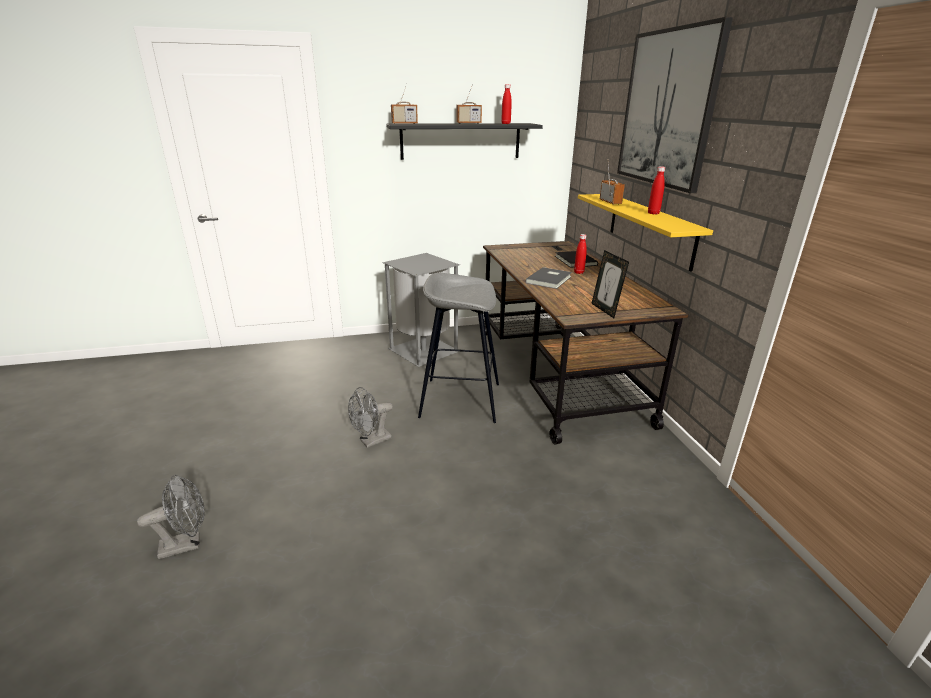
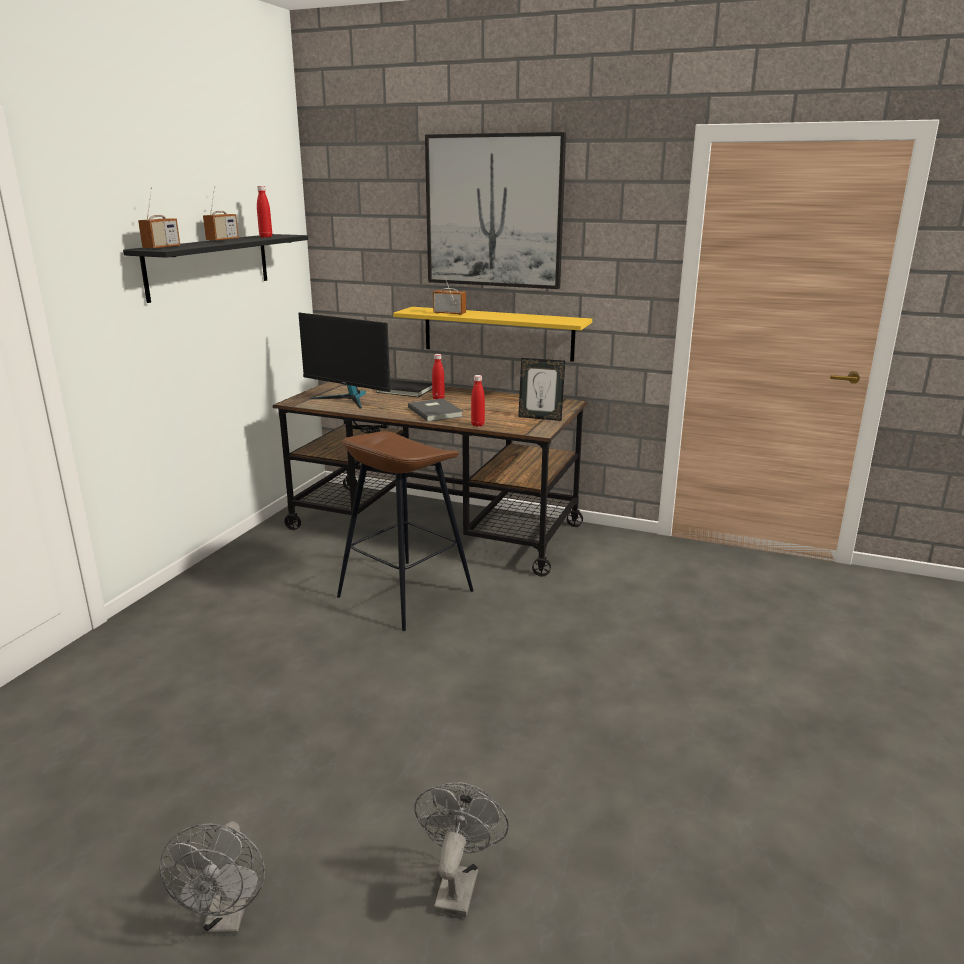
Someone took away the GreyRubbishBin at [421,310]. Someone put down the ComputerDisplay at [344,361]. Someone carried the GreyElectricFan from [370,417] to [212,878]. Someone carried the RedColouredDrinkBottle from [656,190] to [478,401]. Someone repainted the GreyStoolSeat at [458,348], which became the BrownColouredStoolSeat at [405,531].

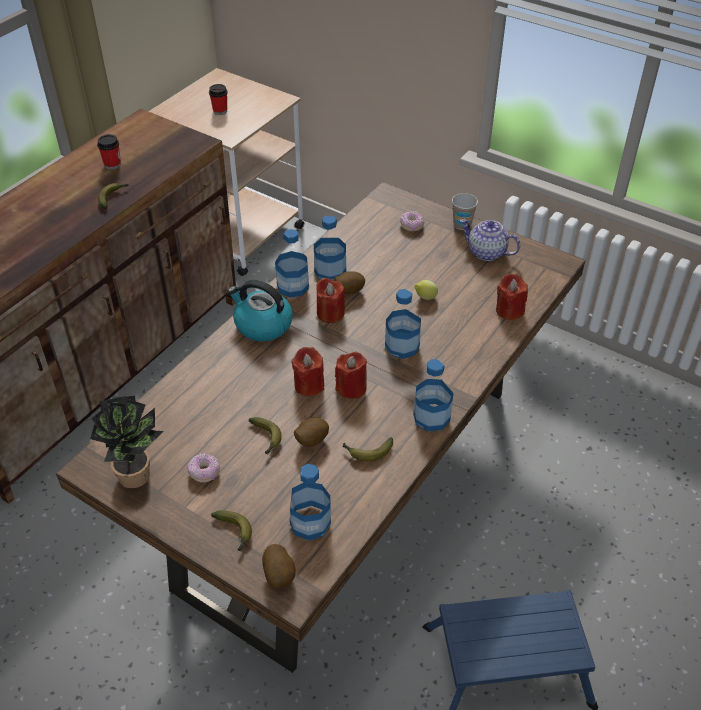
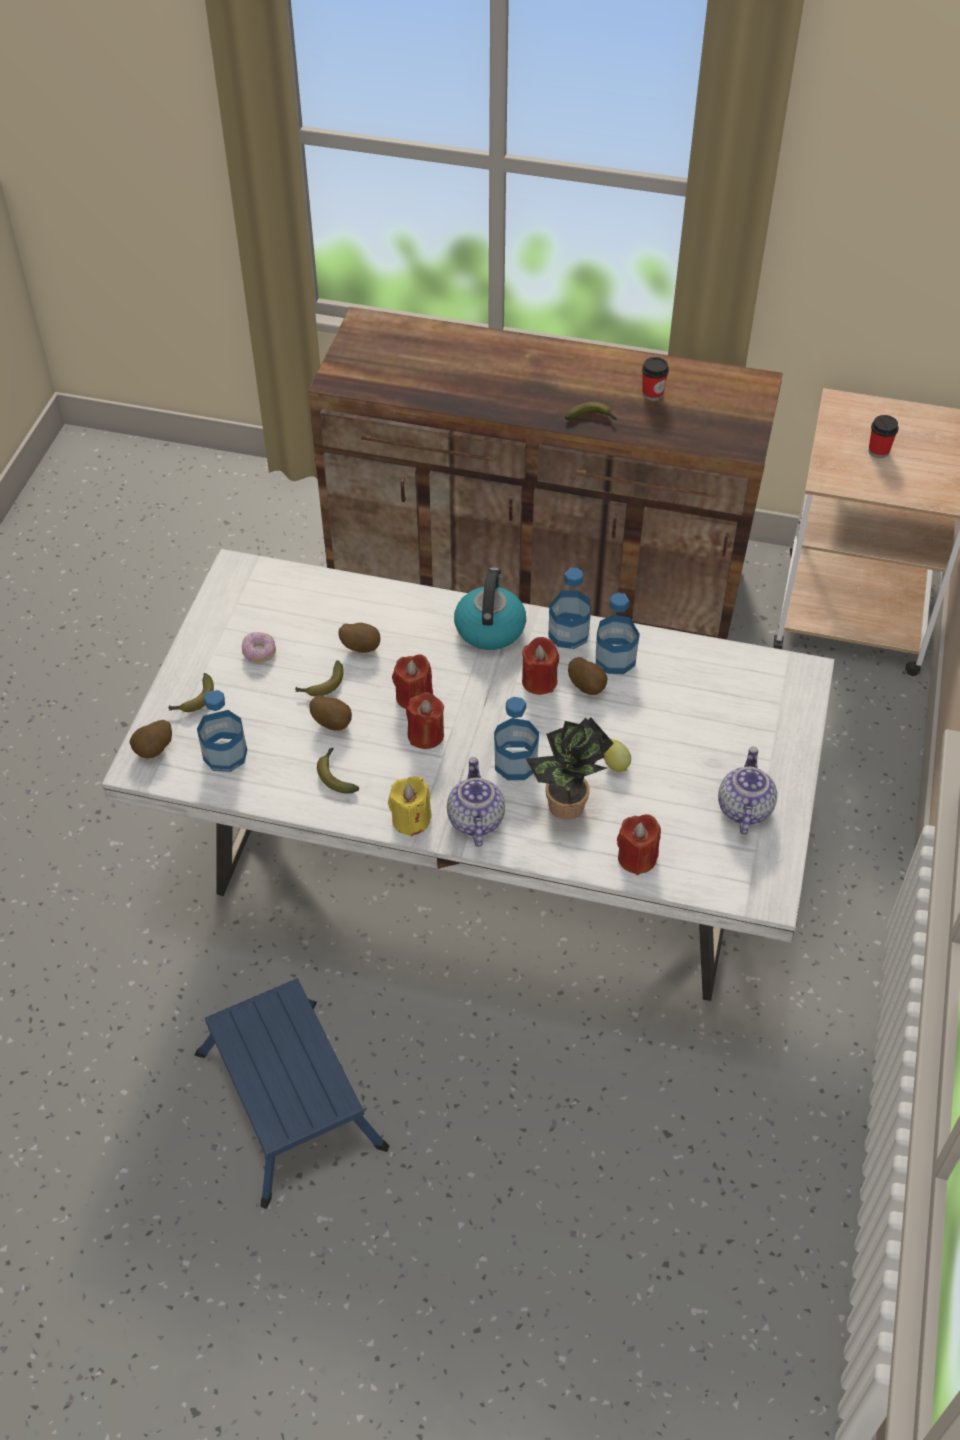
Someone took away the RingDoughnut at [412,221]. Someone took away the SmallCup at [465,211]. Someone put down the WholePotato at [359,638]. Someone put down the PotForTea at [476,802]. Someone carried the PlantInAPot from [127,442] to [570,769]. Someone swapped the DrinkBottle at [433,395] for the YellowishWaxLight at [410,806]. Someone repainted the BrownColouredDiningTable at [321,427], which became the WhitishDiningTable at [468,775].

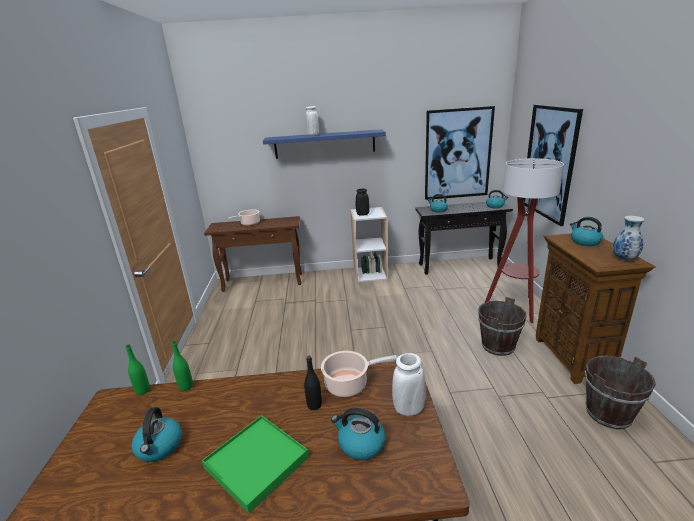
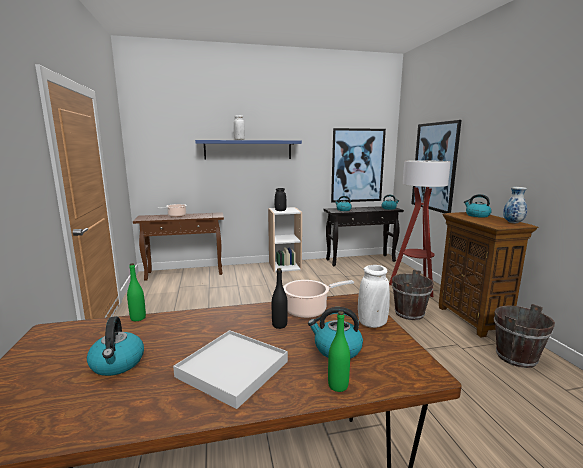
Someone carried the GreenDrinkBottle from [138,369] to [339,351]. Someone repainted the GreenCarryingTray at [255,464], which became the WhitishCarryingTray at [230,369].

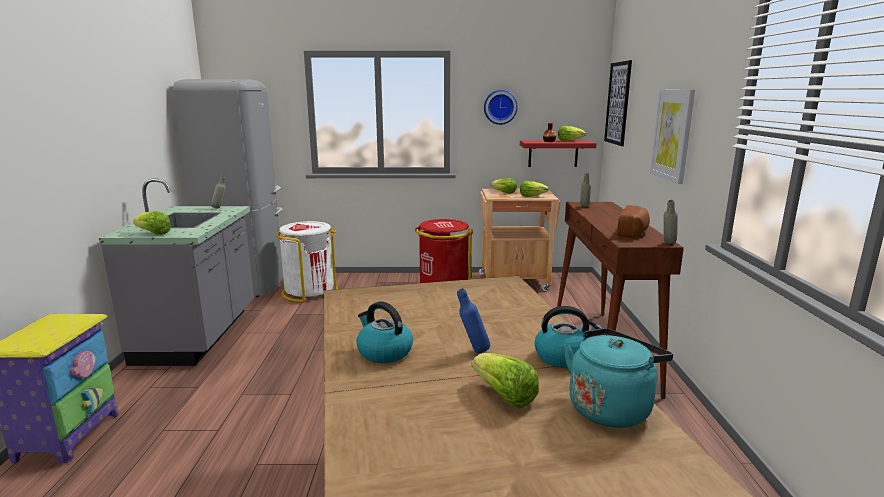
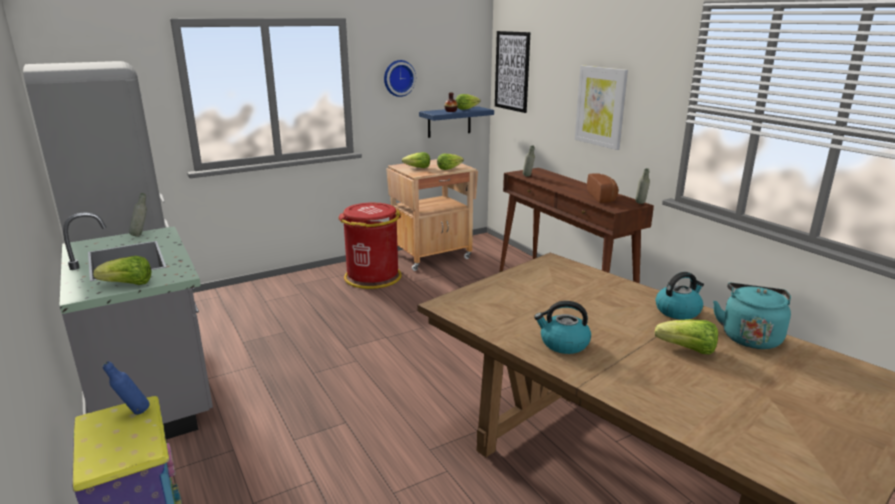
Someone took away the WhitishRubbishBin at [307,261]. Someone carried the BlueDrinkBottle from [473,320] to [126,388]. Someone repainted the RedColouredShelf at [558,153], which became the BlueShelf at [456,122].

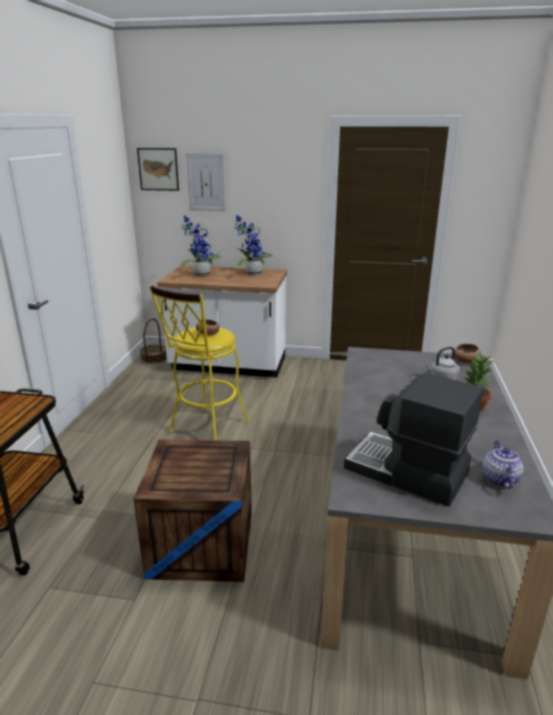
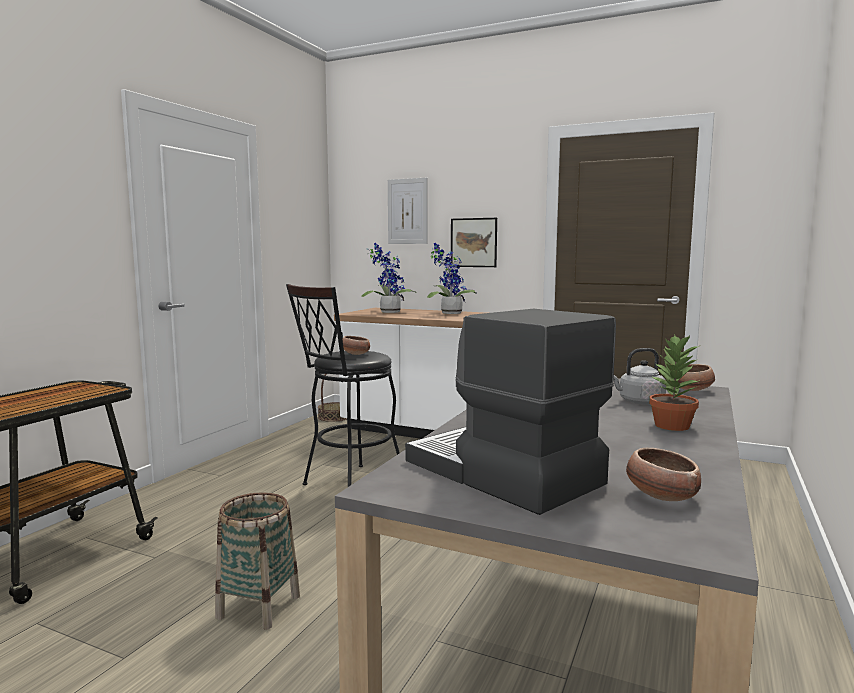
Someone carried the WallPicture from [158,169] to [474,242]. Someone swapped the Crate at [192,510] for the HouseholdBasket at [257,561]. Someone swapped the PotForTea at [503,464] for the Bowl at [663,474]. Someone repainted the YellowishStoolSeat at [199,362], which became the BlackishStoolSeat at [343,385].

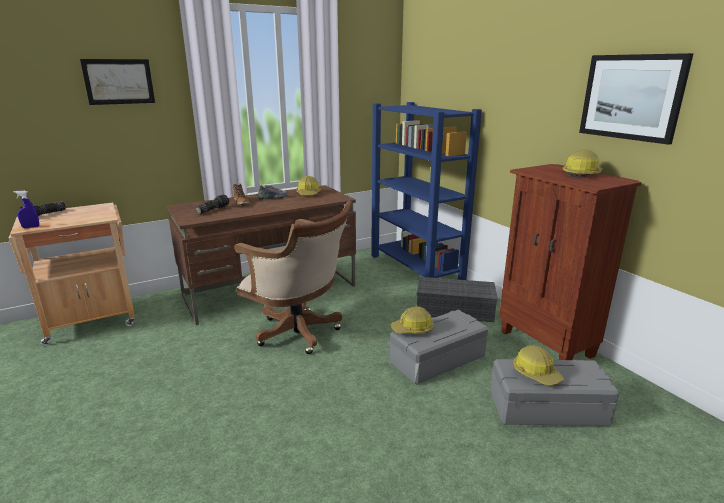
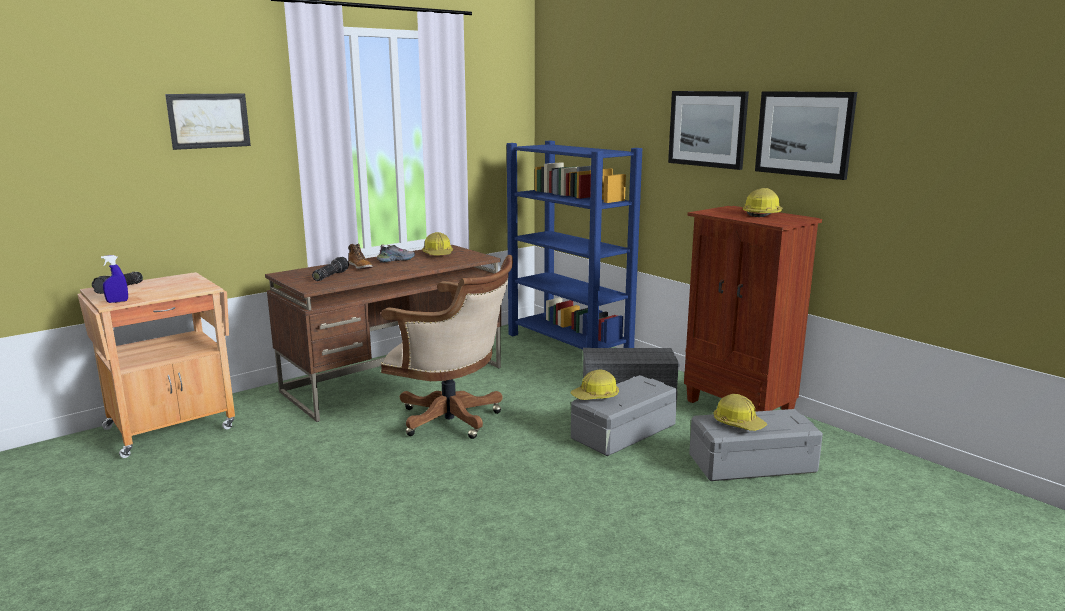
Someone put up the WallPicture at [708,130].

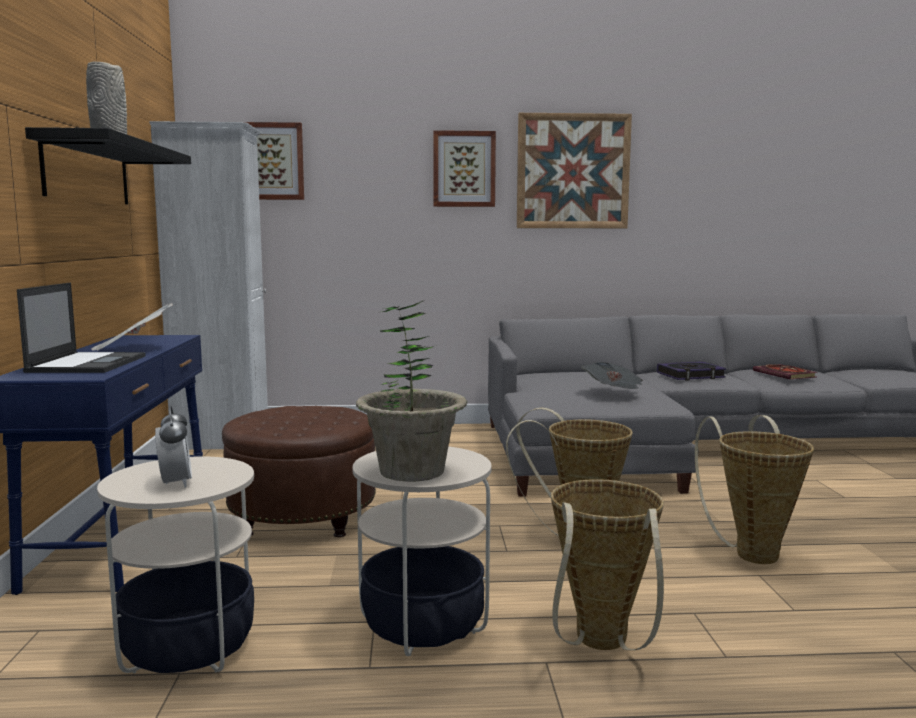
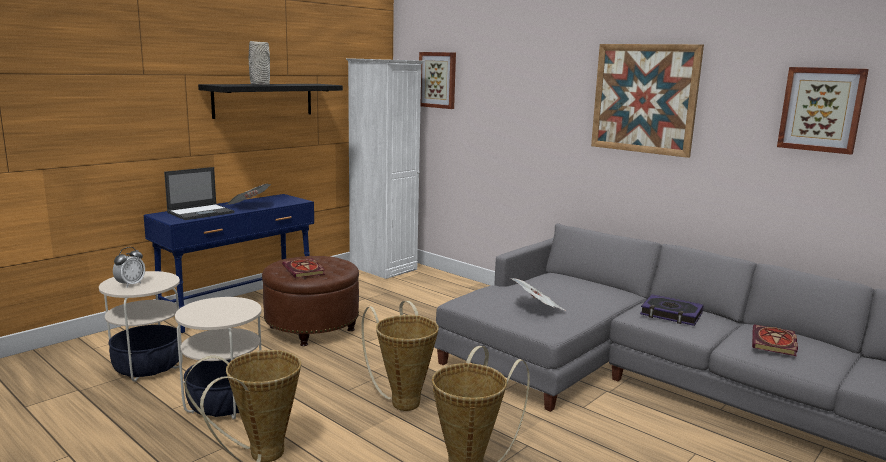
Someone took away the PlantInAPot at [411,391]. Someone put down the BoundBook at [303,268]. Someone carried the WallPicture from [464,168] to [823,111].

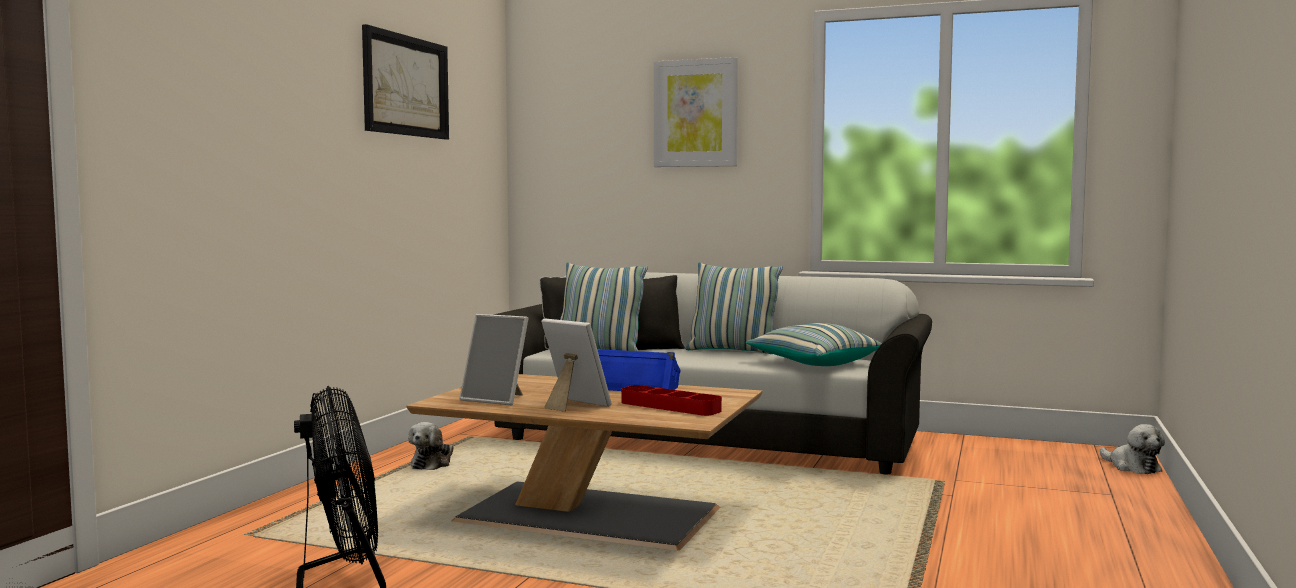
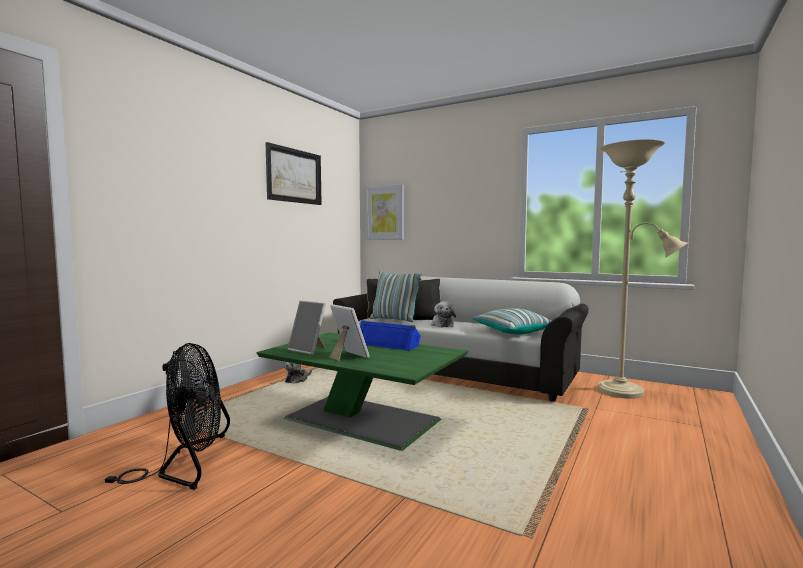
Someone took away the RedColouredCarryingTray at [672,400]. Someone took away the ThrowPillow at [734,308]. Someone put down the BeigeStandardLamp at [642,269]. Someone carried the WallPicture from [696,112] to [384,212]. Someone carried the CuddlyToy from [1132,449] to [443,314]. Someone repainted the BrownColouredLowTable at [584,462], which became the GreenLowTable at [362,391].

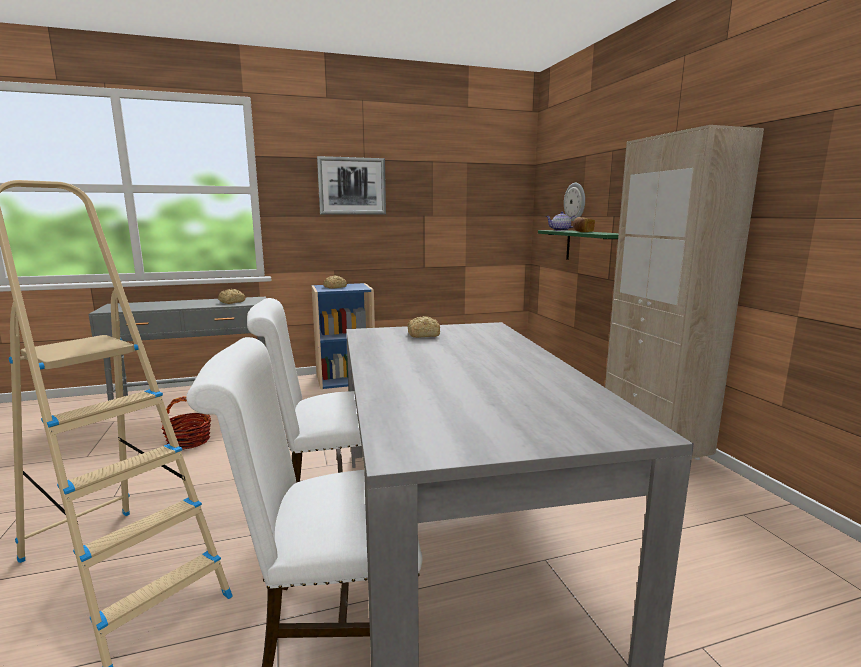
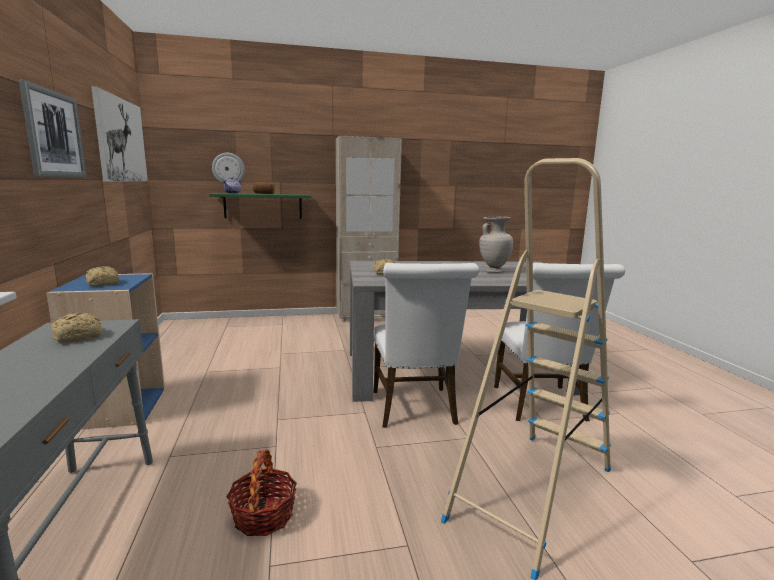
Someone put up the WallPicture at [119,134]. Someone put down the BeigeVase at [496,244].

